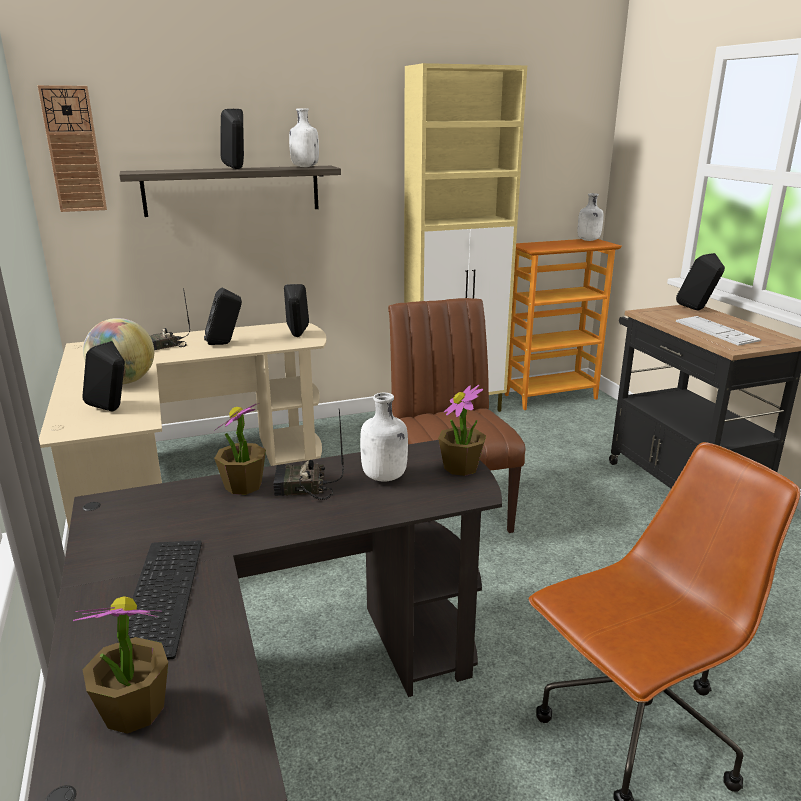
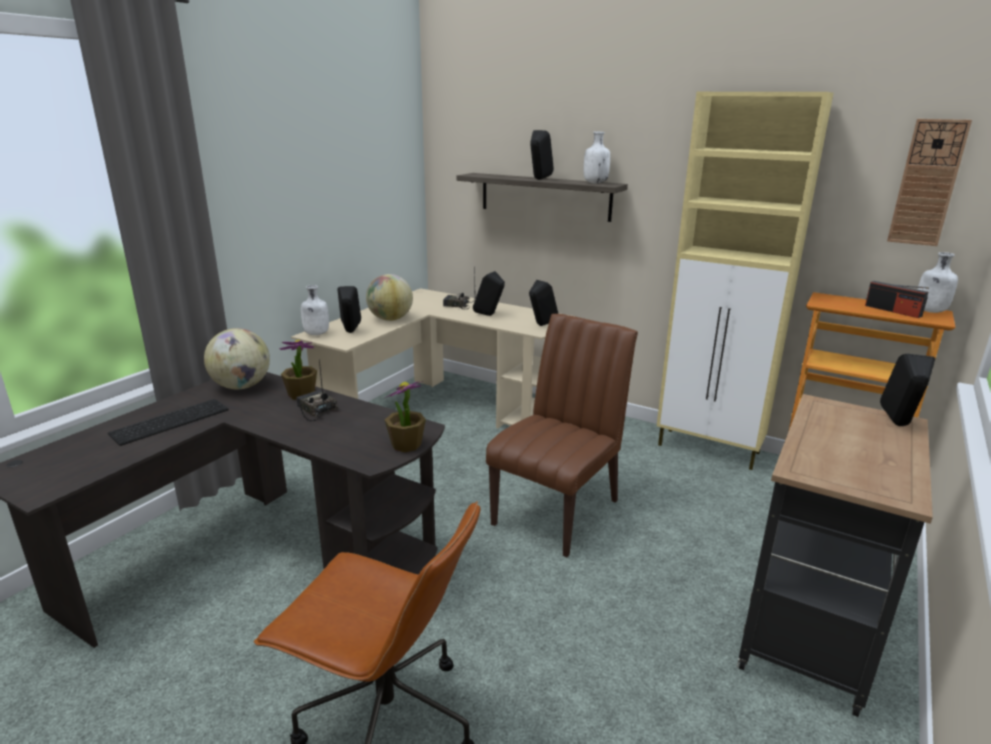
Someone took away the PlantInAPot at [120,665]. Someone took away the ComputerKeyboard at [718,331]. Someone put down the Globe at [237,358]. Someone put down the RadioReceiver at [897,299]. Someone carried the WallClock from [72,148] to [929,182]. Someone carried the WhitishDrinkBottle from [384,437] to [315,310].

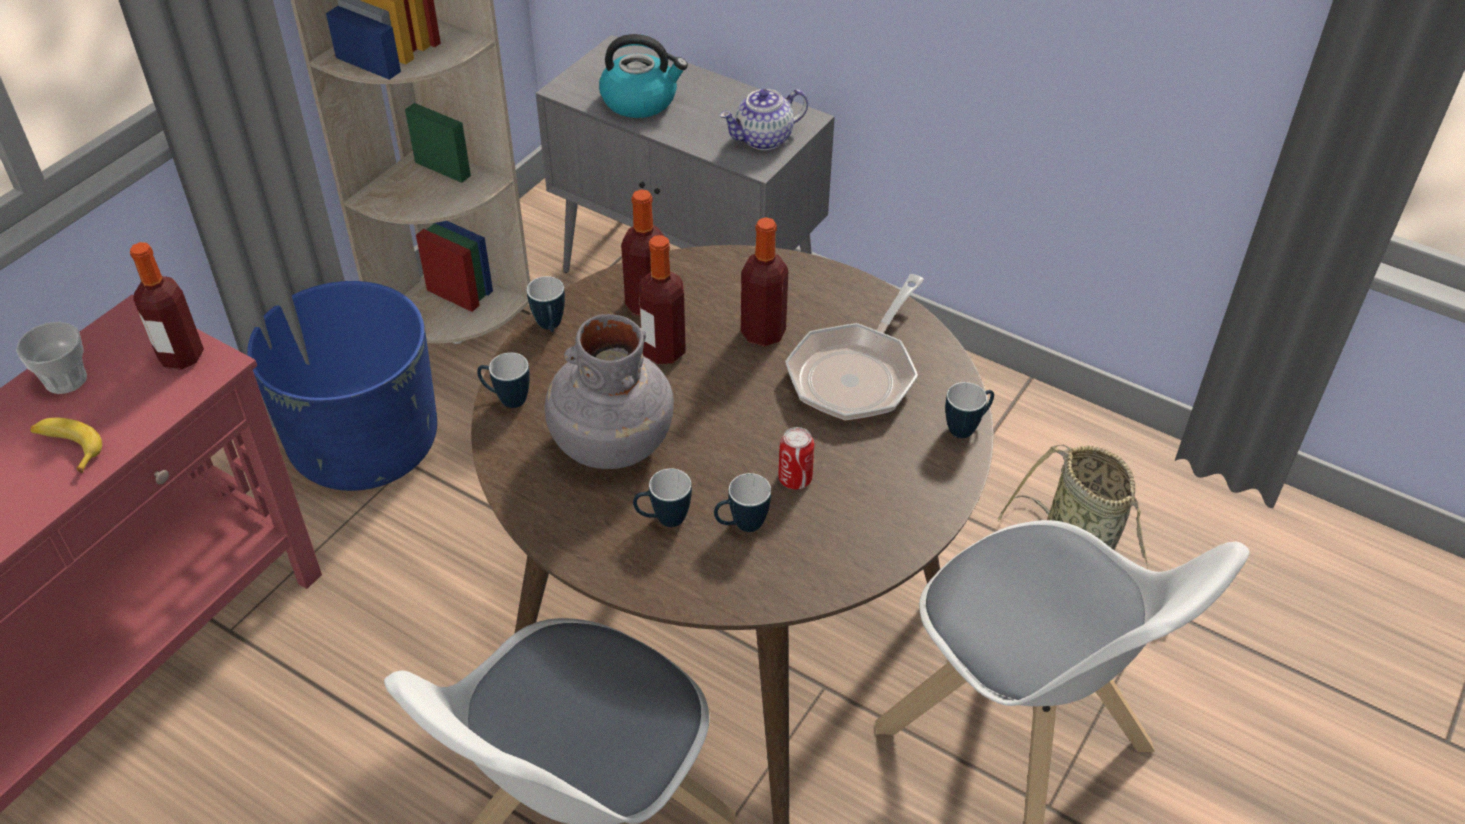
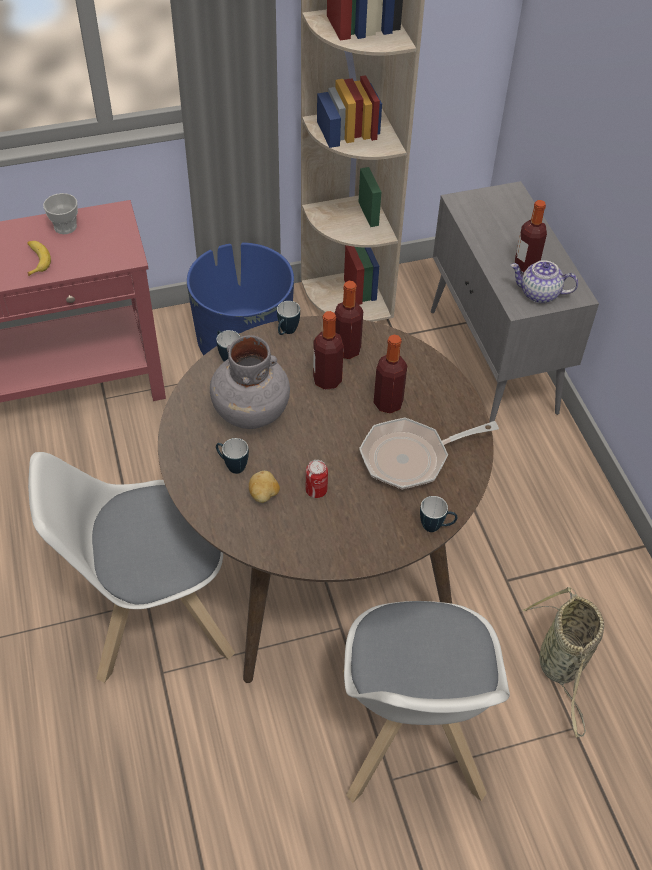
Someone took away the WaterKettle at [643,76]. Someone carried the DrinkBottle from [167,306] to [531,236]. Someone swapped the Mug at [742,502] for the WholePotato at [264,487].

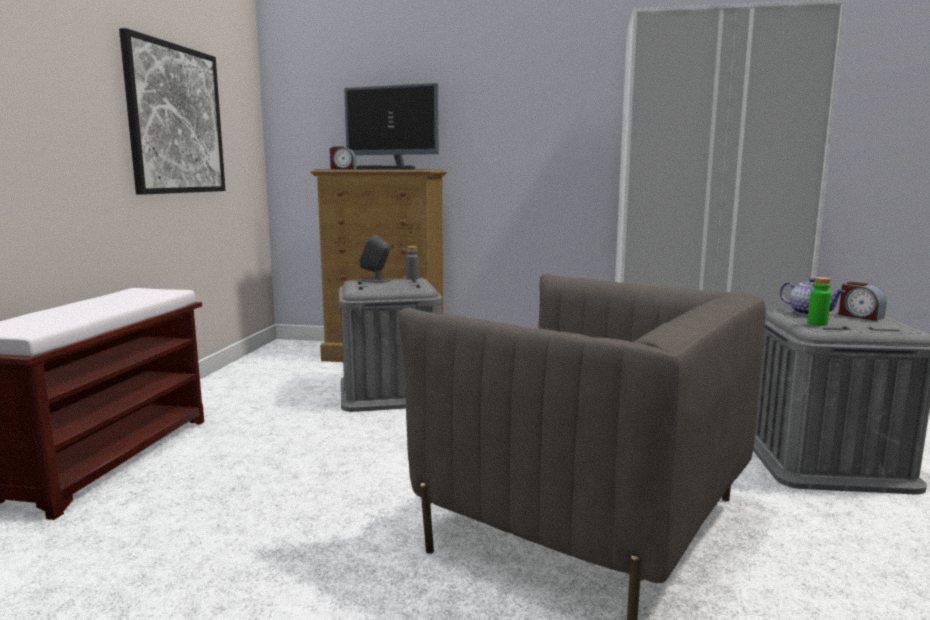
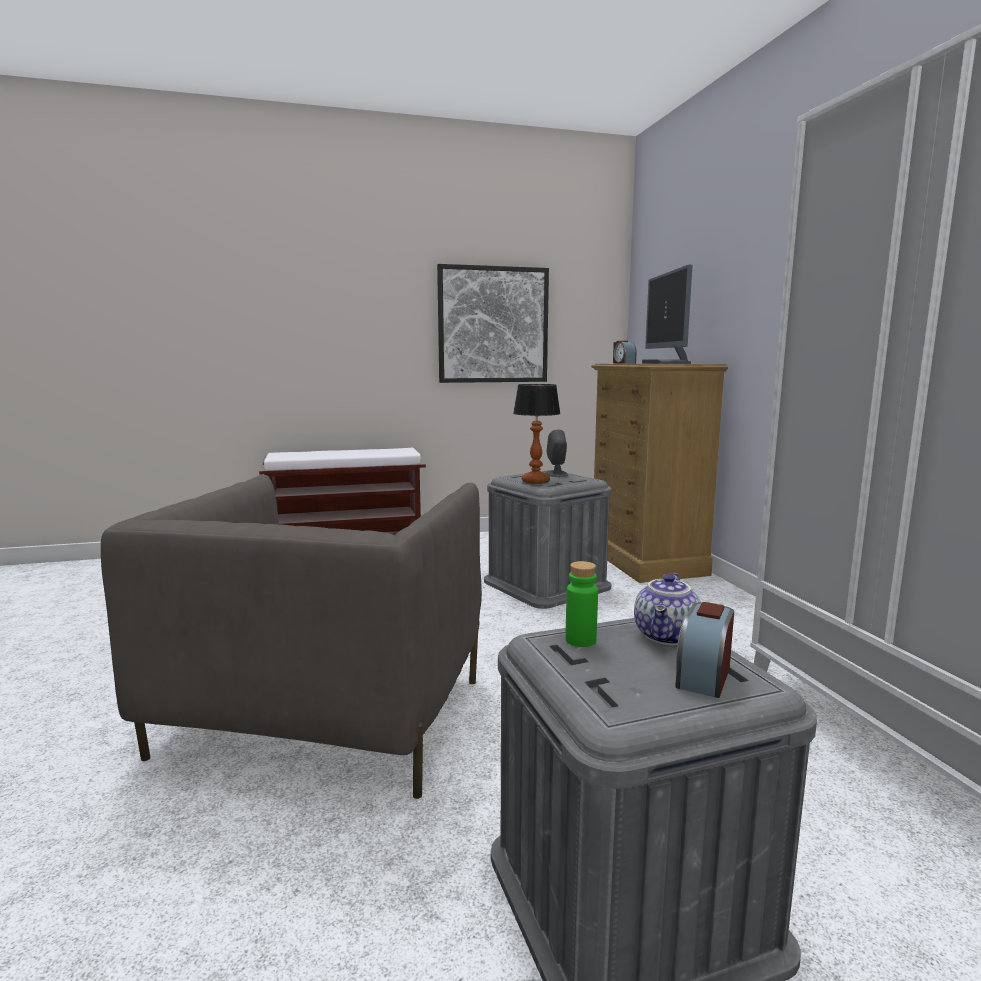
Someone took away the GreyDrinkBottle at [412,263]. Someone put down the TabletopLamp at [537,434].

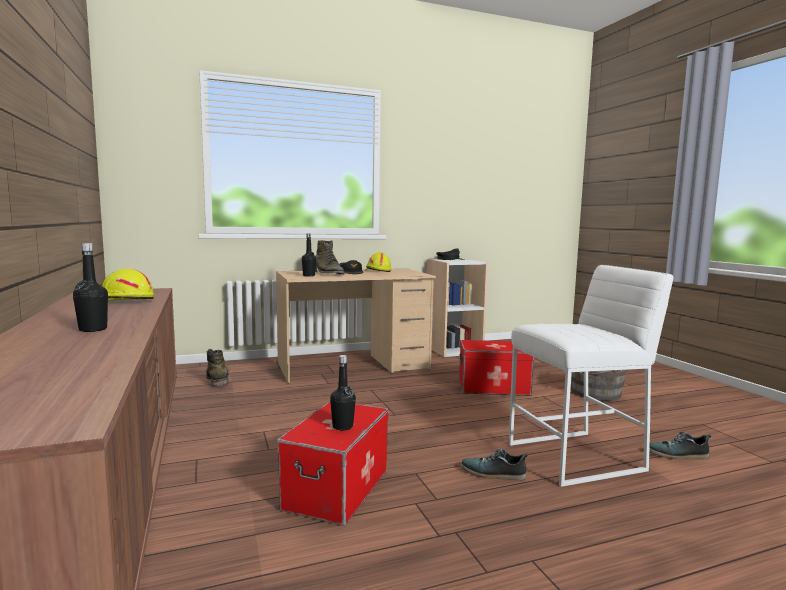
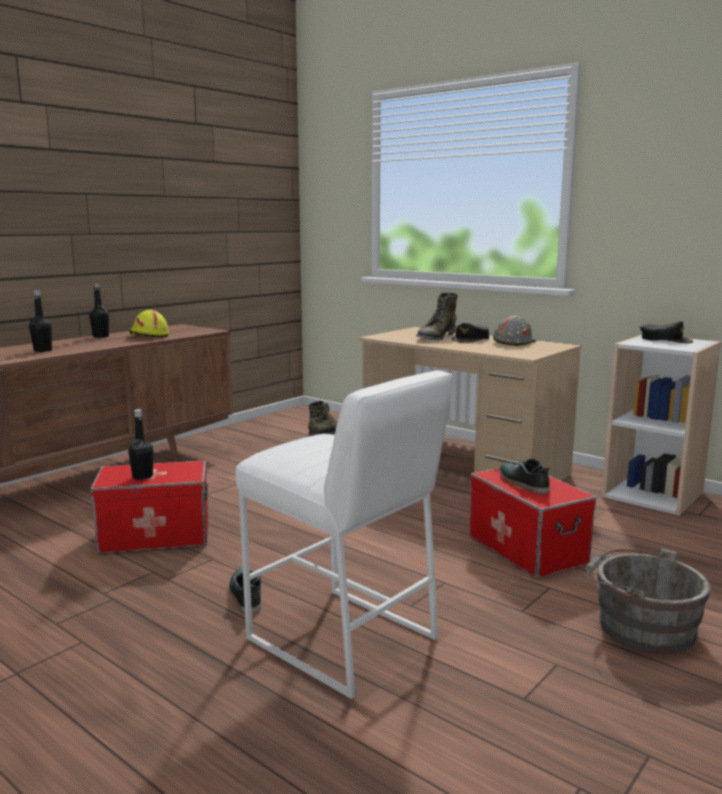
Someone carried the BlackishDrinkBottle from [309,255] to [99,310]. Someone carried the LowShoe from [680,446] to [525,476]. Someone repainted the YellowishWorkHelmet at [379,262], which became the GreyWorkHelmet at [514,330].

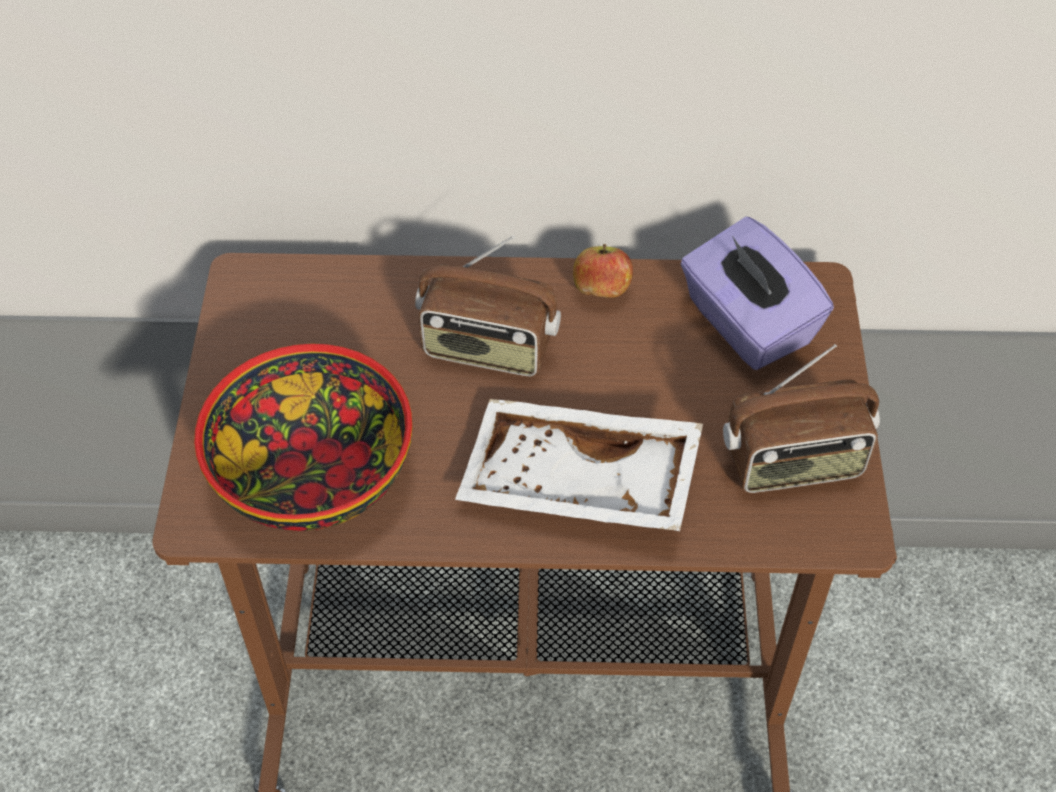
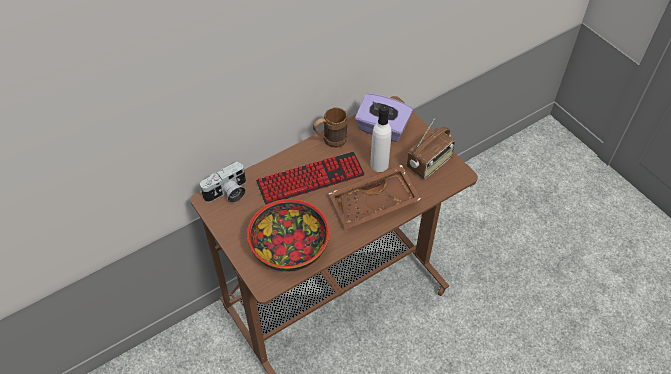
Someone put down the StillCamera at [223,182]. Someone put down the WhitishDrinkBottle at [381,138]. Someone swapped the RadioReceiver at [488,306] for the ComputerKeyboard at [310,178]. Someone swapped the Apple at [603,271] for the BrownColouredMug at [330,127]. Someone repainted the WhitishCarryingTray at [579,465], which became the BrownColouredCarryingTray at [374,197].

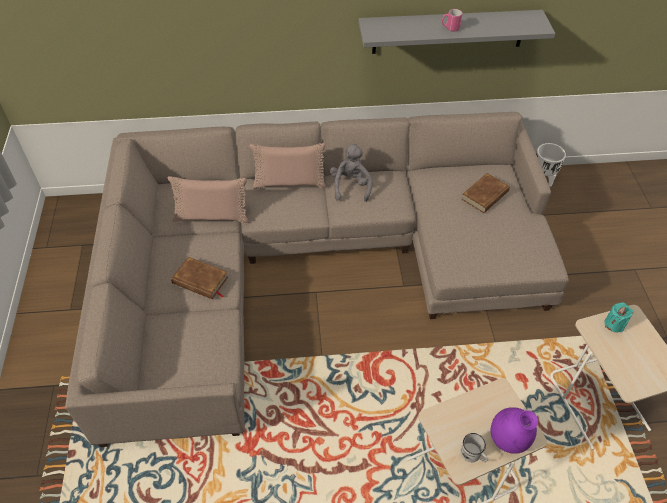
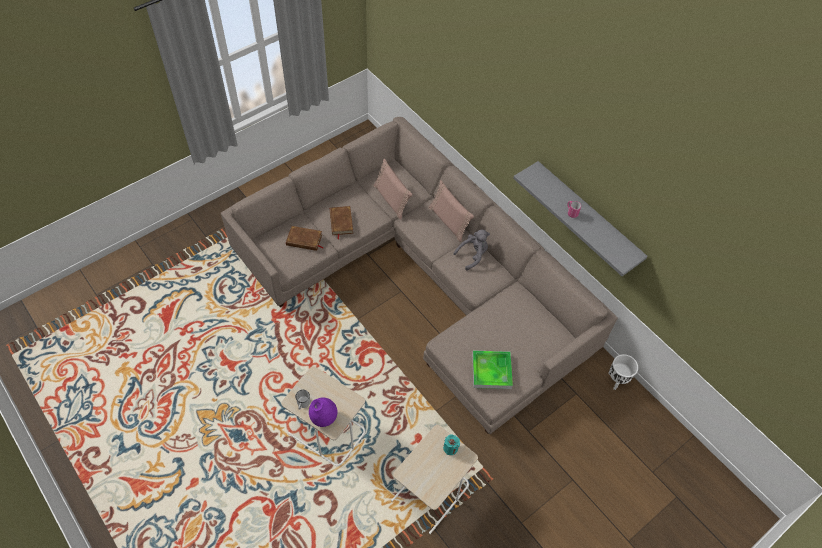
Someone put down the CarryingTray at [492,370]. Someone carried the BrownColouredBoundBook from [485,193] to [305,238].

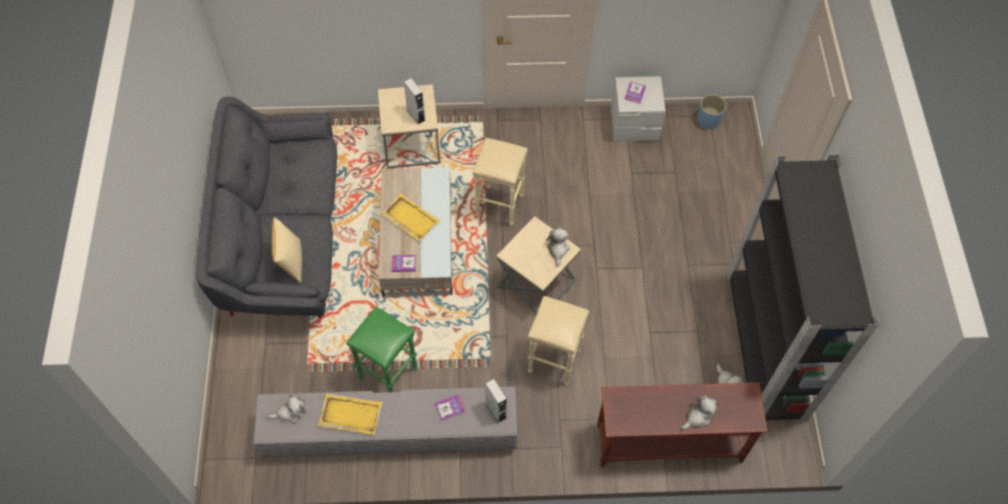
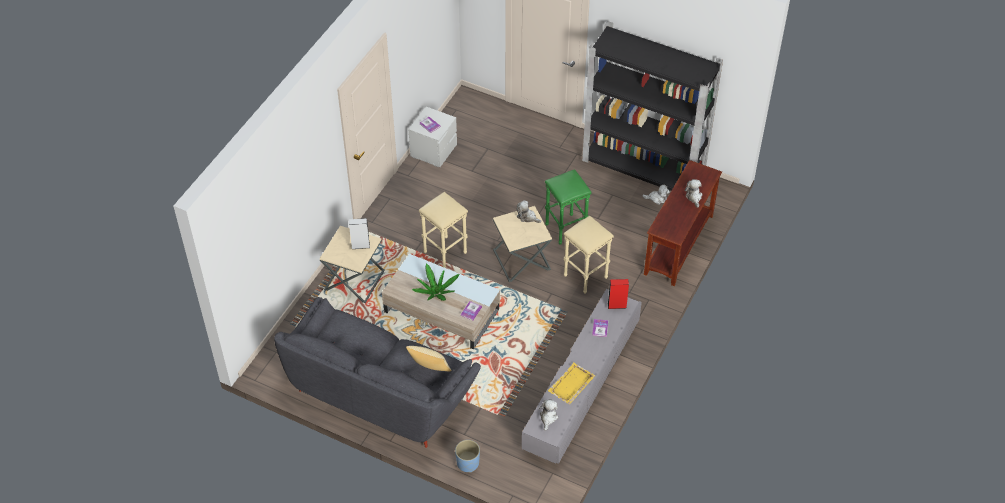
Someone carried the GreenStoolSeat from [382,349] to [568,206]. Someone carried the BluePlantPot from [711,111] to [467,456]. Someone swapped the YellowishCarryingTray at [410,217] for the PlantInAPot at [435,282]. Someone repainted the GreySpeaker at [496,401], which became the RedColouredSpeaker at [618,294].

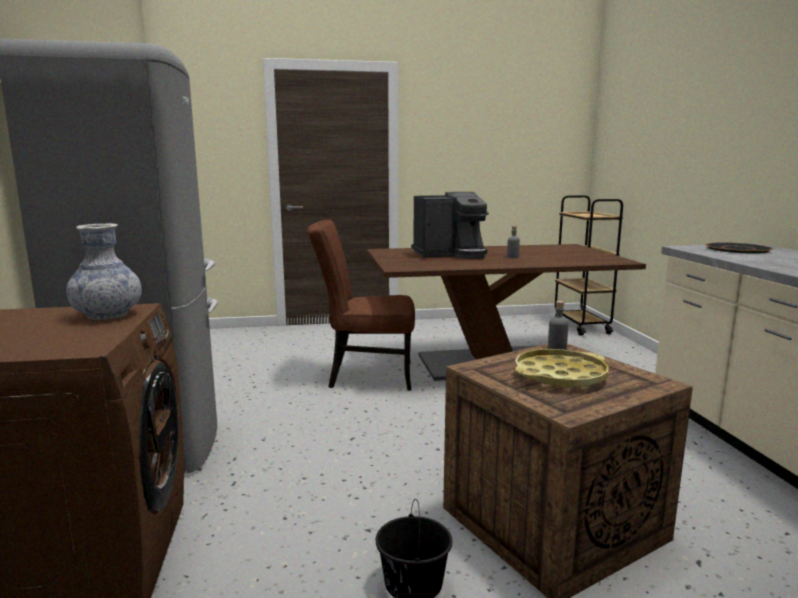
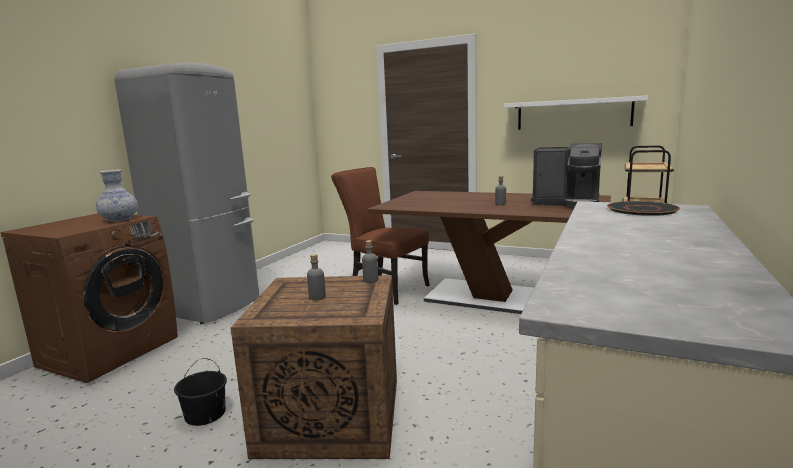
Someone put up the WhitishShelf at [576,113]. Someone carried the CoffeeMaker from [450,225] to [566,176]. Someone swapped the YellowishCarryingTray at [562,369] for the GreyDrinkBottle at [316,277].

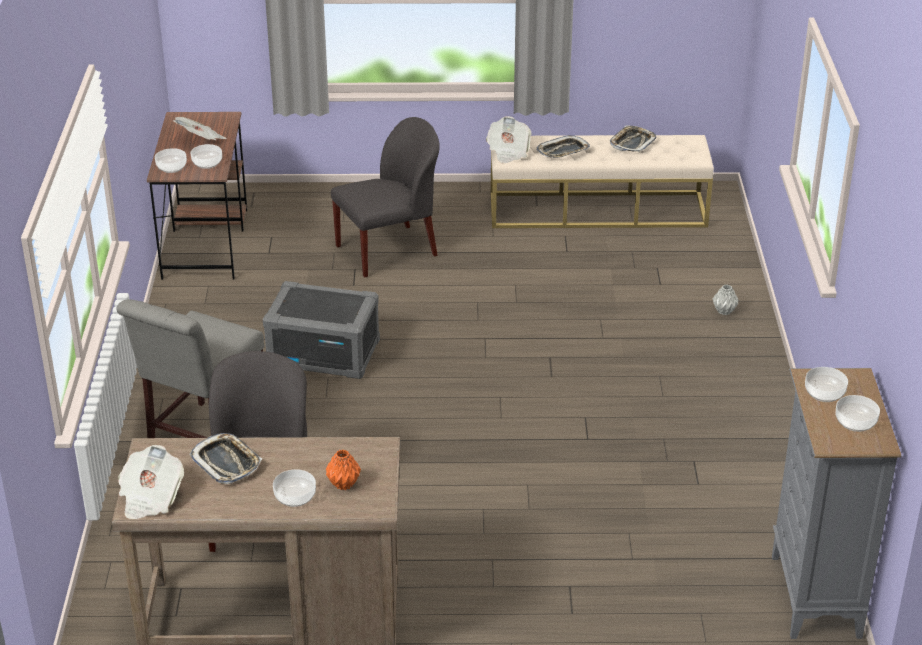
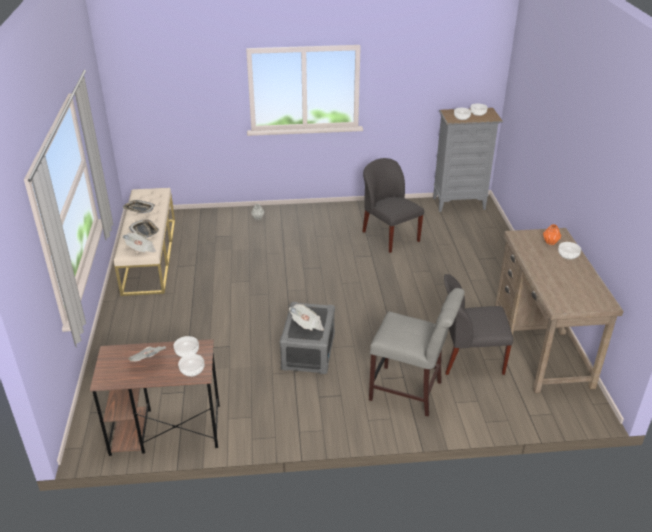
Someone took away the CarryingTray at [225,458]. Someone carried the PrintedPaper from [151,482] to [306,317]. Someone carried the GreyPlainChair from [385,197] to [393,205].

